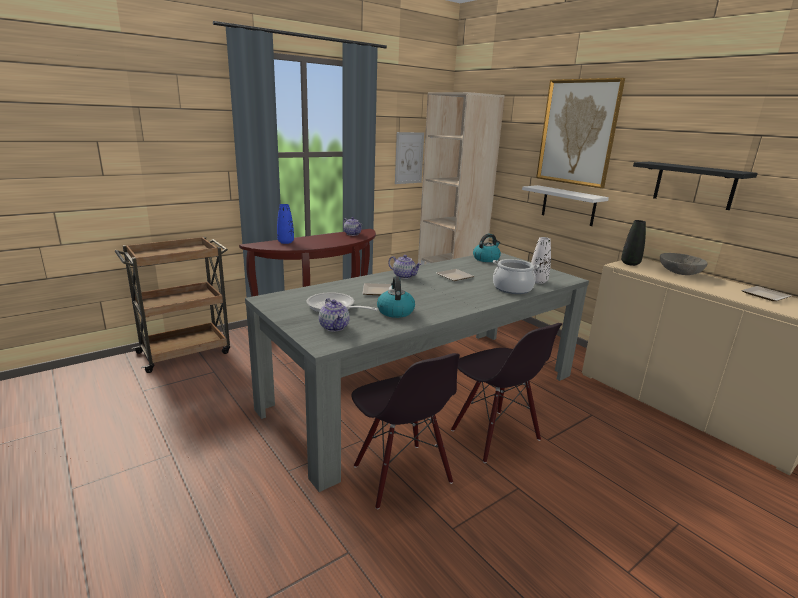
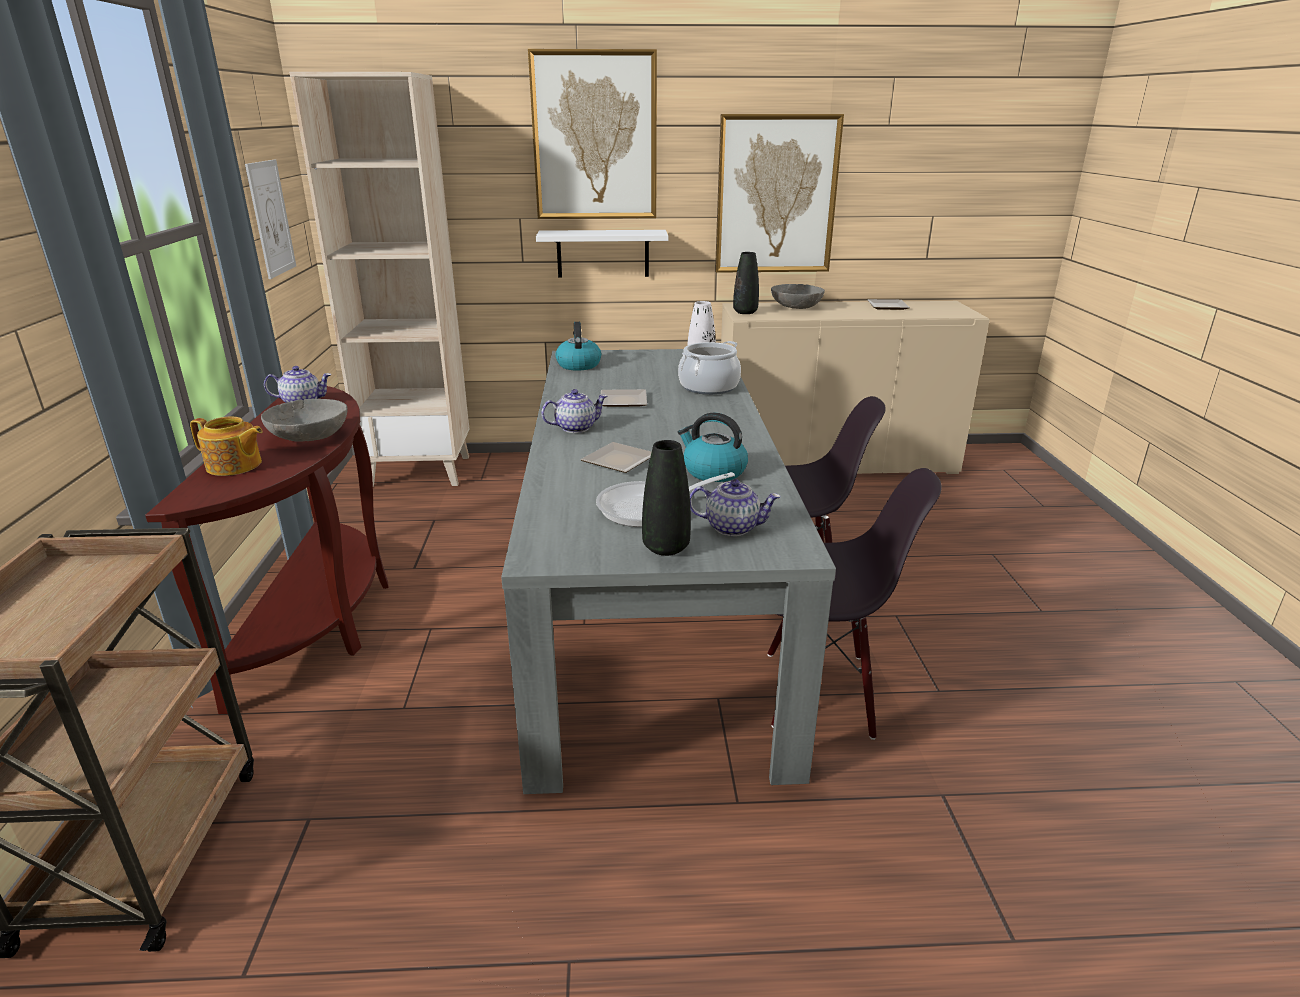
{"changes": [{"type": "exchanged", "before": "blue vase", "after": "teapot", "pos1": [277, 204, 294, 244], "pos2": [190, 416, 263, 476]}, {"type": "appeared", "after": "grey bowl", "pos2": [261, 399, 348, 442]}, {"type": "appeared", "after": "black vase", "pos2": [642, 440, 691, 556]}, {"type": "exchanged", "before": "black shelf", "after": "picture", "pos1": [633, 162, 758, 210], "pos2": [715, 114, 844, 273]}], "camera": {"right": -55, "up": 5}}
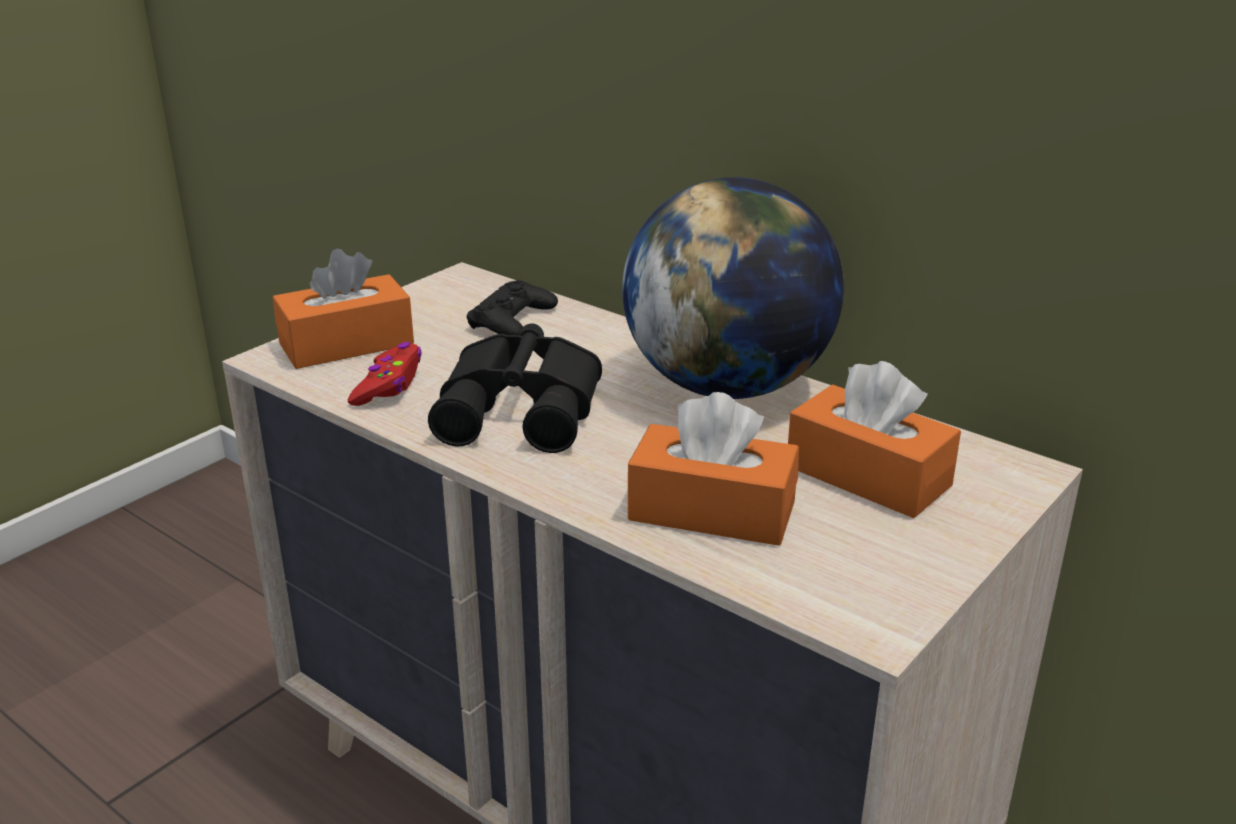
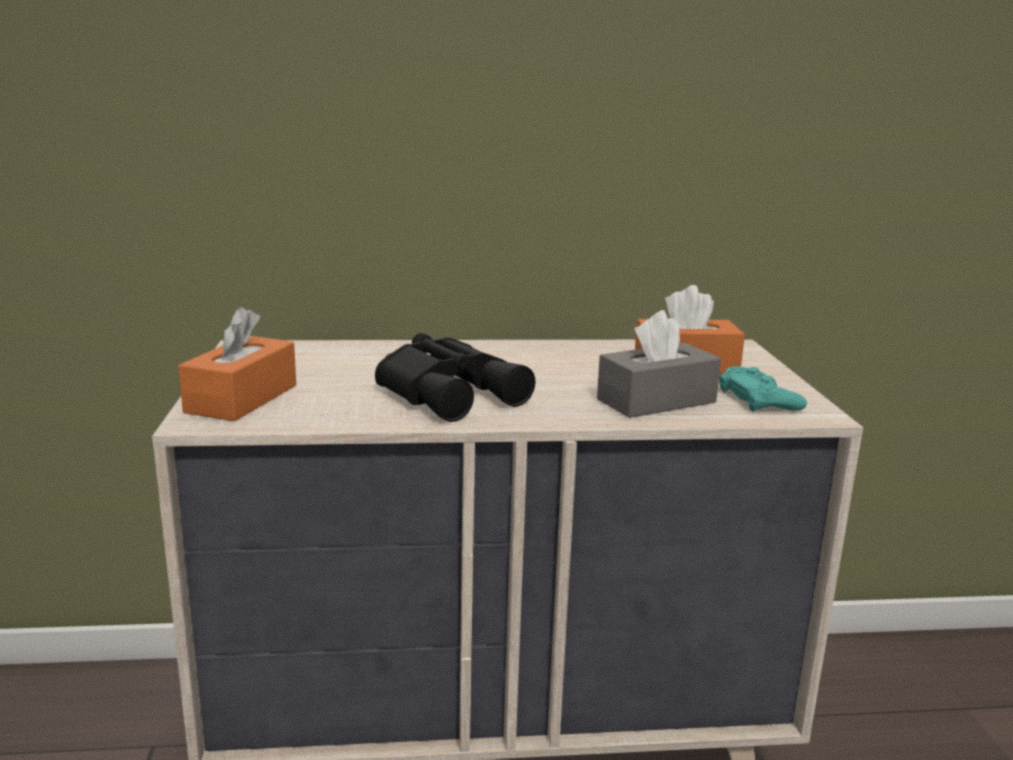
{"changes": [{"type": "colour", "before": "orange tissue box", "after": "grey tissue box", "pos1": [628, 392, 799, 546], "pos2": [597, 310, 721, 418]}, {"type": "appeared", "after": "turquoise game controller", "pos2": [719, 366, 807, 412]}, {"type": "missing", "before": "red game controller", "pos1": [348, 342, 422, 406]}, {"type": "missing", "before": "black game controller", "pos1": [467, 280, 558, 335]}, {"type": "missing", "before": "globe", "pos1": [622, 177, 844, 399]}], "camera": {"right": -45, "up": -10}}
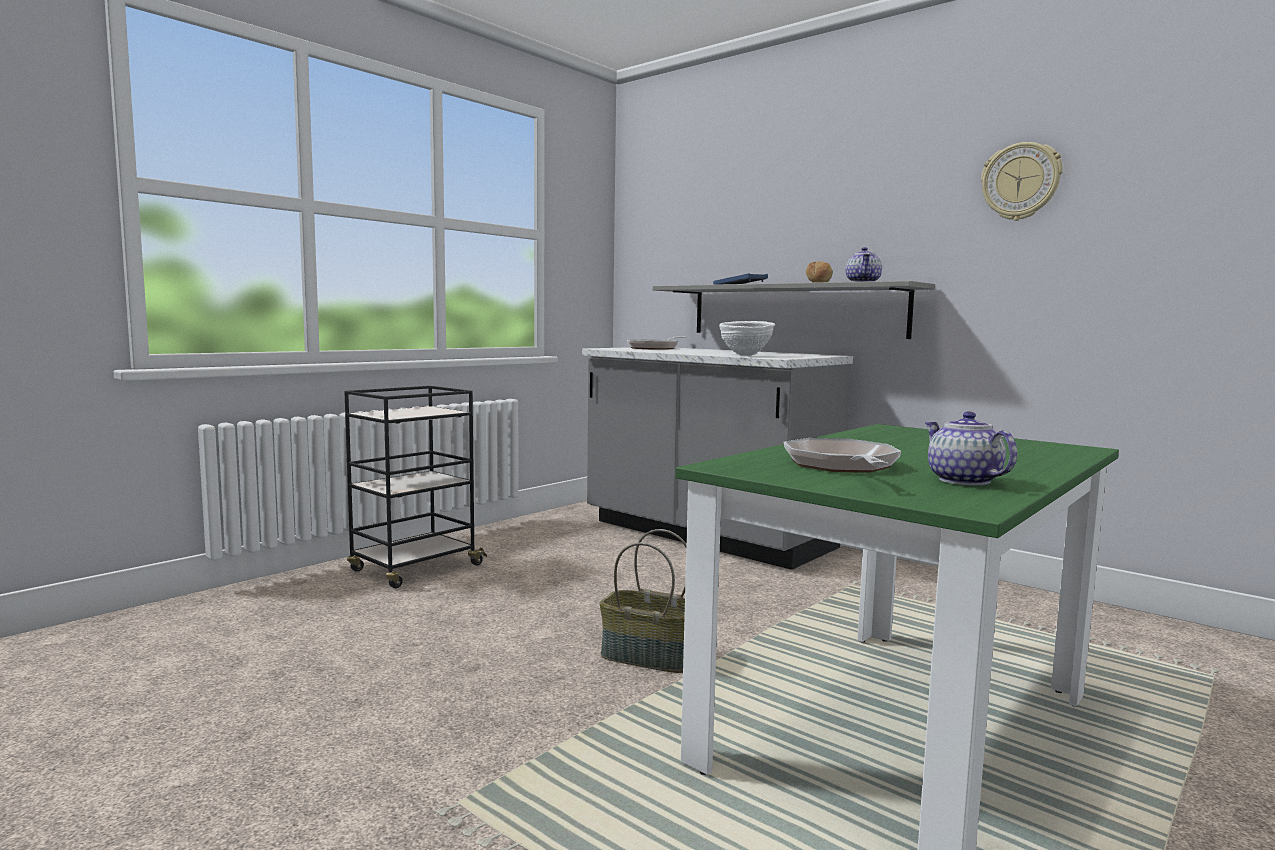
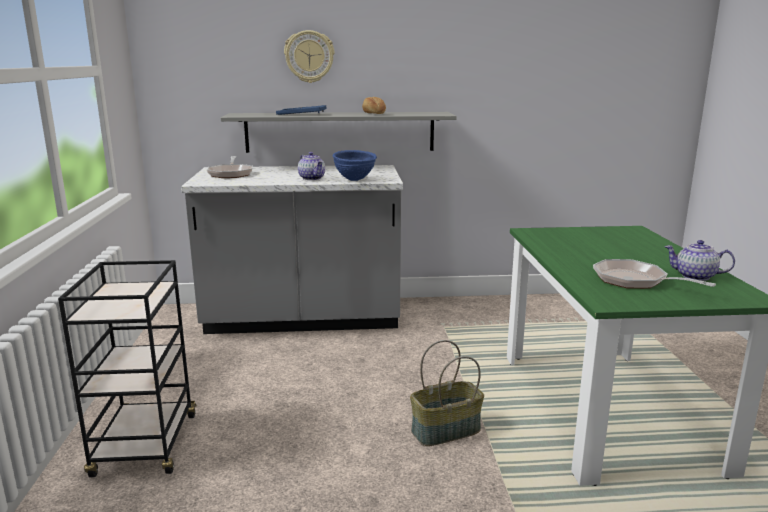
{"changes": [{"type": "relocated", "before": "wall clock", "pos1": [981, 142, 1063, 221], "pos2": [284, 30, 334, 83]}, {"type": "relocated", "before": "teapot", "pos1": [846, 247, 882, 282], "pos2": [298, 152, 325, 180]}, {"type": "colour", "before": "white bowl", "after": "blue bowl", "pos1": [719, 321, 775, 356], "pos2": [333, 150, 377, 181]}], "camera": {"right": -45, "up": 10}}
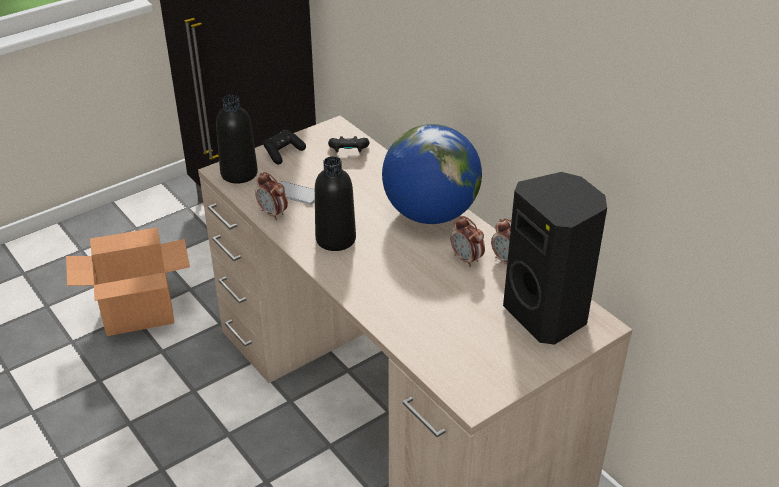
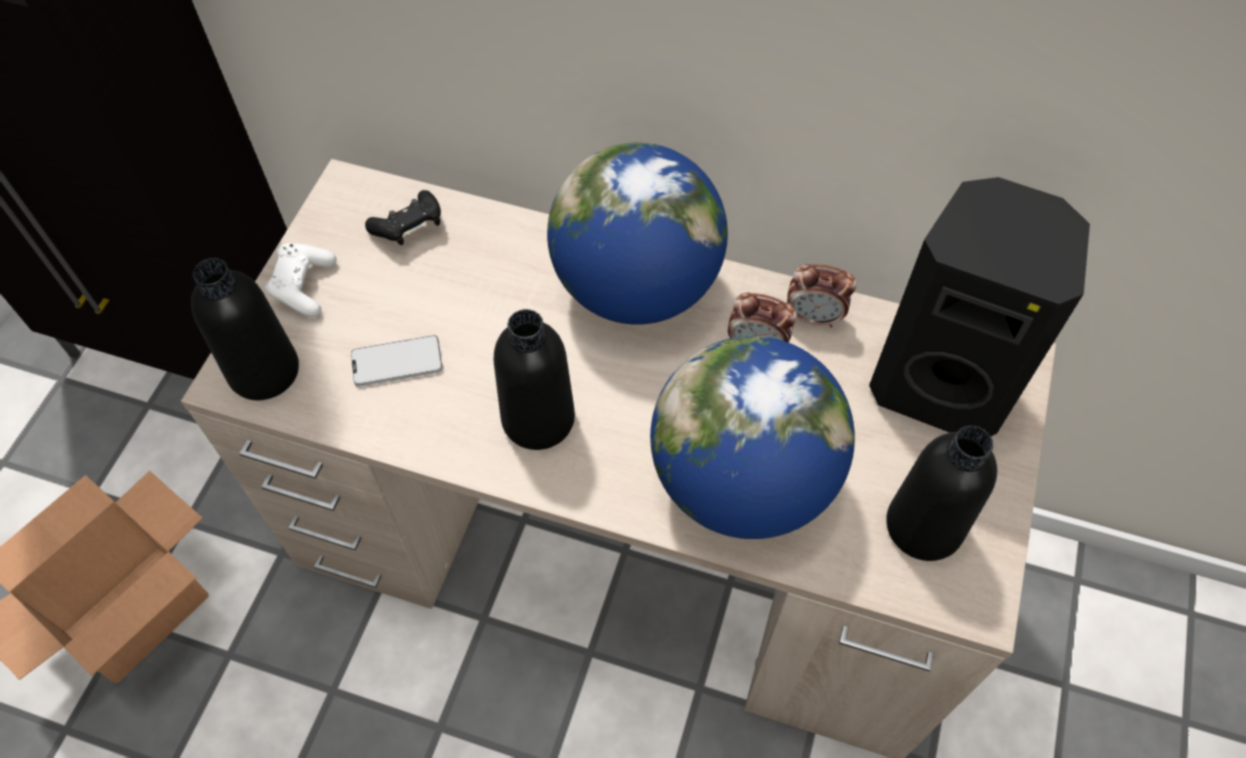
{"changes": [{"type": "colour", "before": "black game controller", "after": "white game controller", "pos1": [263, 129, 306, 165], "pos2": [265, 243, 337, 317]}, {"type": "appeared", "after": "globe", "pos2": [650, 336, 855, 539]}, {"type": "appeared", "after": "black bottle", "pos2": [886, 425, 997, 561]}, {"type": "missing", "before": "alarm clock", "pos1": [255, 172, 288, 220]}], "camera": {"right": -35, "up": 20}}
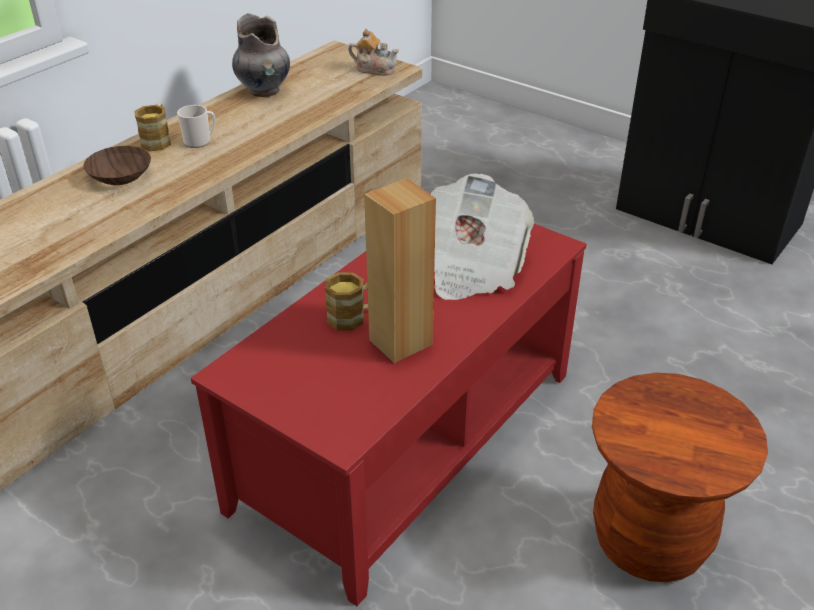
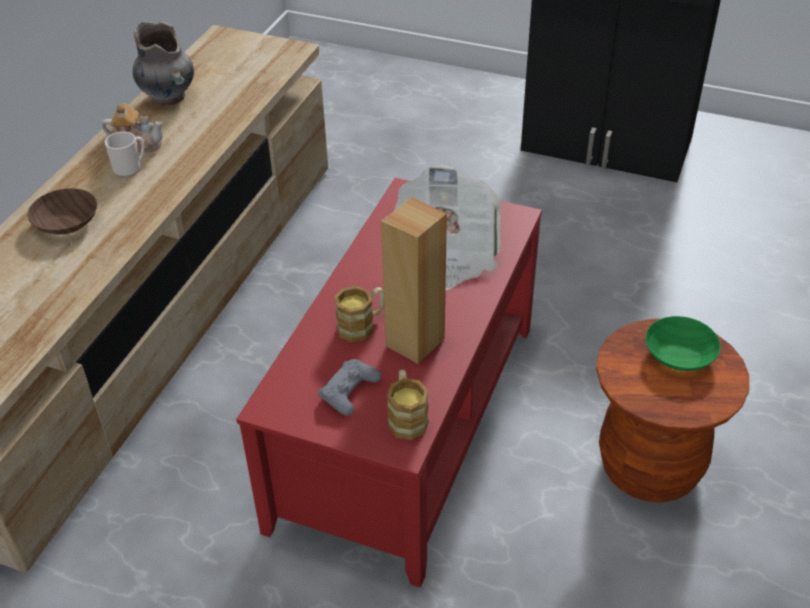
{"changes": [{"type": "relocated", "before": "teapot", "pos1": [348, 29, 399, 76], "pos2": [102, 103, 163, 152]}, {"type": "appeared", "after": "grey game controller", "pos2": [318, 359, 381, 415]}, {"type": "relocated", "before": "mug", "pos1": [135, 103, 171, 151], "pos2": [387, 370, 429, 440]}, {"type": "appeared", "after": "green bowl", "pos2": [646, 316, 721, 371]}], "camera": {"right": -15, "up": 5}}
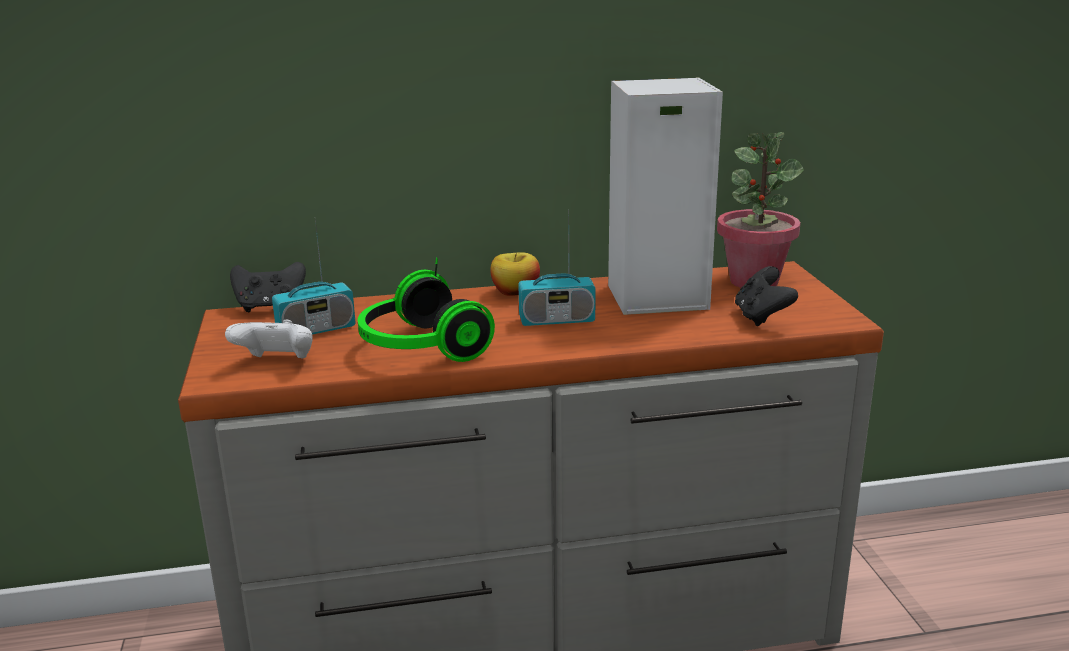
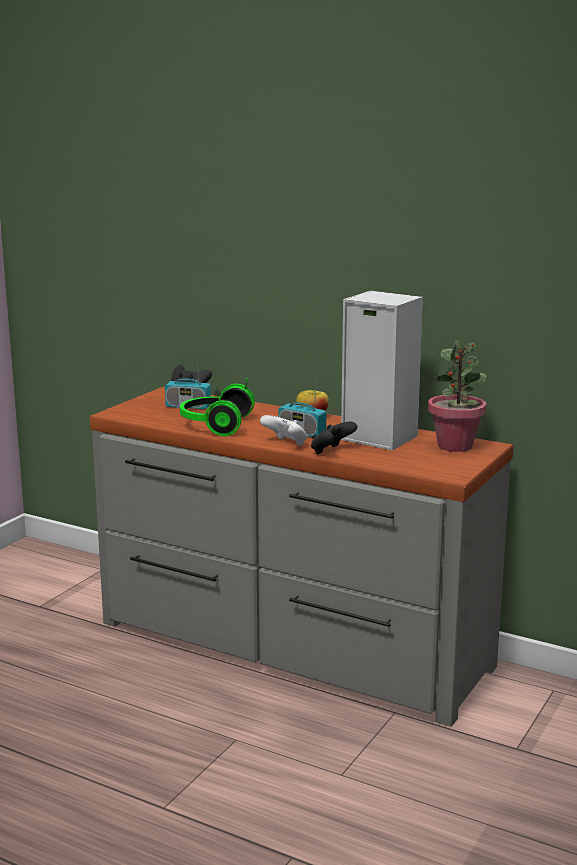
{"changes": [{"type": "relocated", "before": "white game controller", "pos1": [225, 320, 313, 359], "pos2": [260, 415, 307, 446]}, {"type": "relocated", "before": "black game controller", "pos1": [735, 266, 798, 326], "pos2": [311, 422, 357, 454]}], "camera": {"right": 40, "up": -5}}
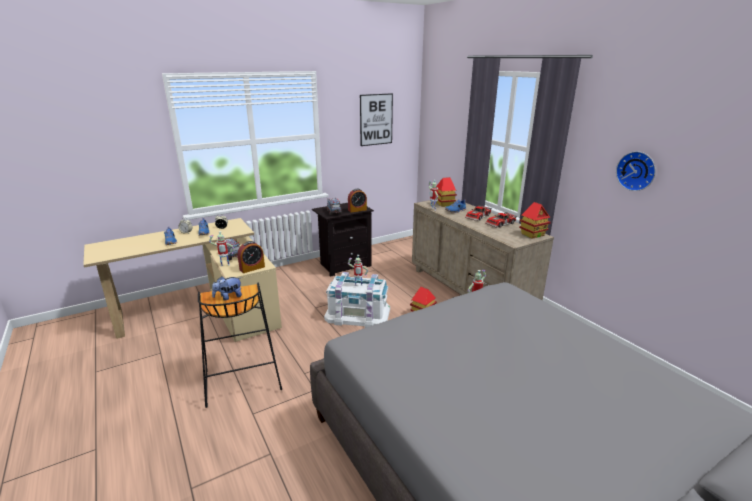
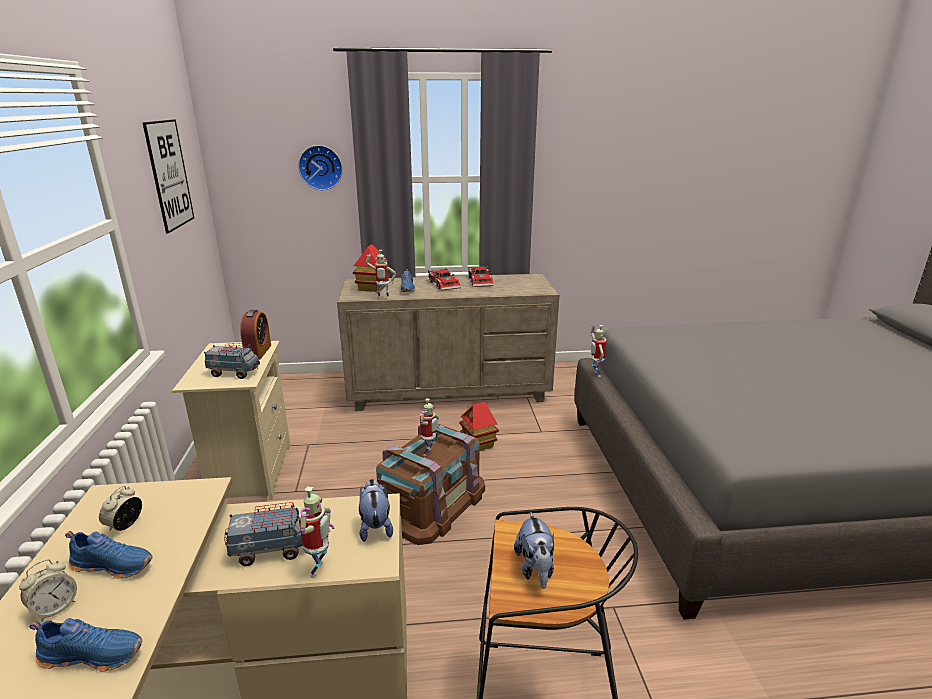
{"changes": [{"type": "colour", "before": "black nightstand", "after": "beige nightstand", "pos1": [312, 203, 374, 277], "pos2": [172, 341, 290, 500]}, {"type": "relocated", "before": "wall clock", "pos1": [616, 151, 656, 191], "pos2": [298, 145, 343, 190]}, {"type": "exchanged", "before": "alarm clock", "after": "plush toy", "pos1": [237, 241, 265, 273], "pos2": [359, 479, 393, 542]}, {"type": "colour", "before": "white storage box", "after": "brown storage box", "pos1": [324, 272, 390, 328], "pos2": [376, 424, 485, 545]}, {"type": "missing", "before": "toy house", "pos1": [519, 202, 551, 239]}], "camera": {"right": -65, "up": 0}}
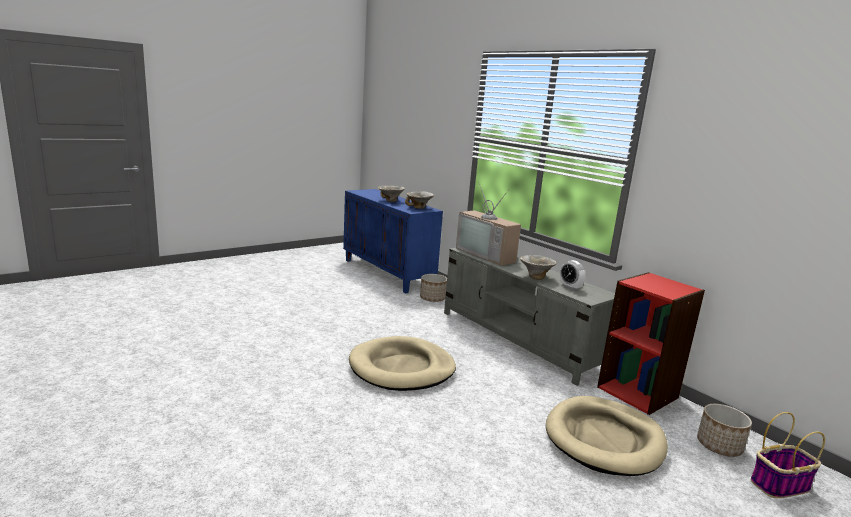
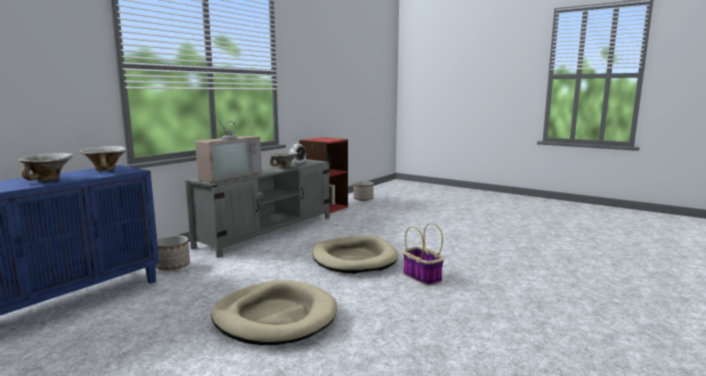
{"changes": [{"type": "relocated", "before": "beige dog bed", "pos1": [546, 396, 668, 476], "pos2": [211, 280, 337, 345]}, {"type": "relocated", "before": "basket", "pos1": [750, 412, 825, 498], "pos2": [403, 223, 444, 286]}], "camera": {"right": -105, "up": -5}}
